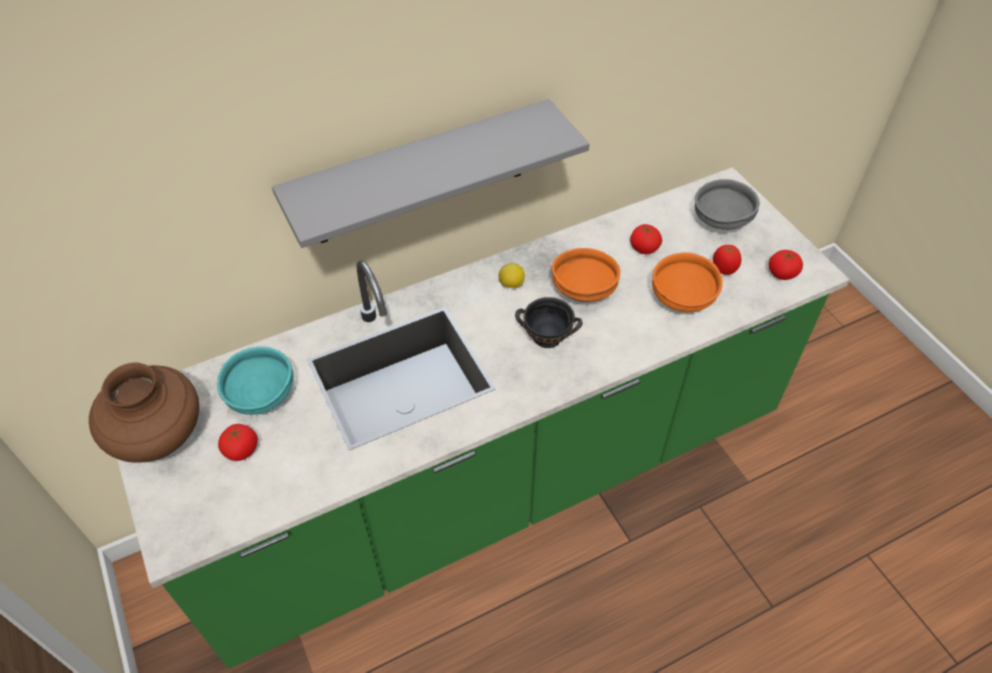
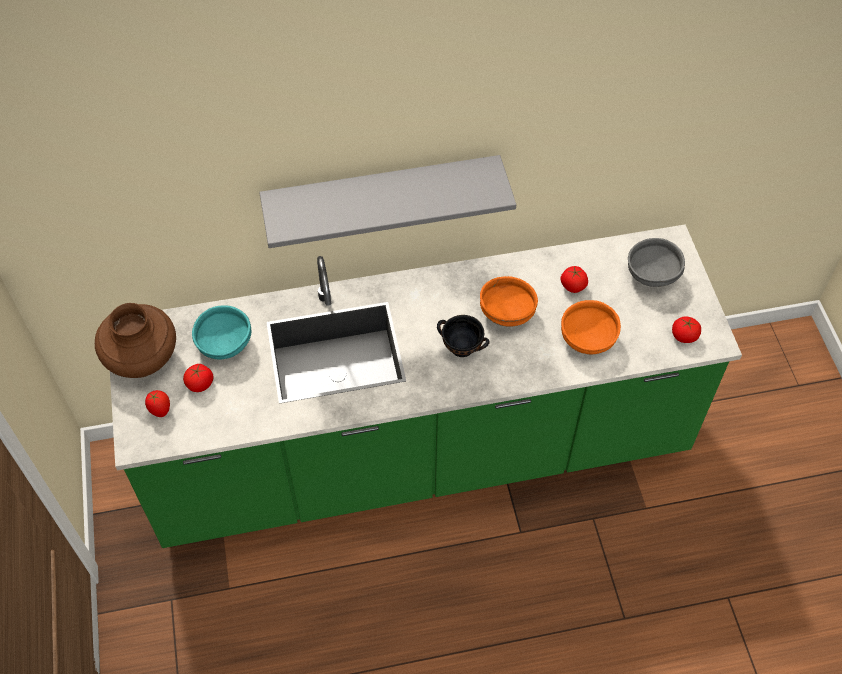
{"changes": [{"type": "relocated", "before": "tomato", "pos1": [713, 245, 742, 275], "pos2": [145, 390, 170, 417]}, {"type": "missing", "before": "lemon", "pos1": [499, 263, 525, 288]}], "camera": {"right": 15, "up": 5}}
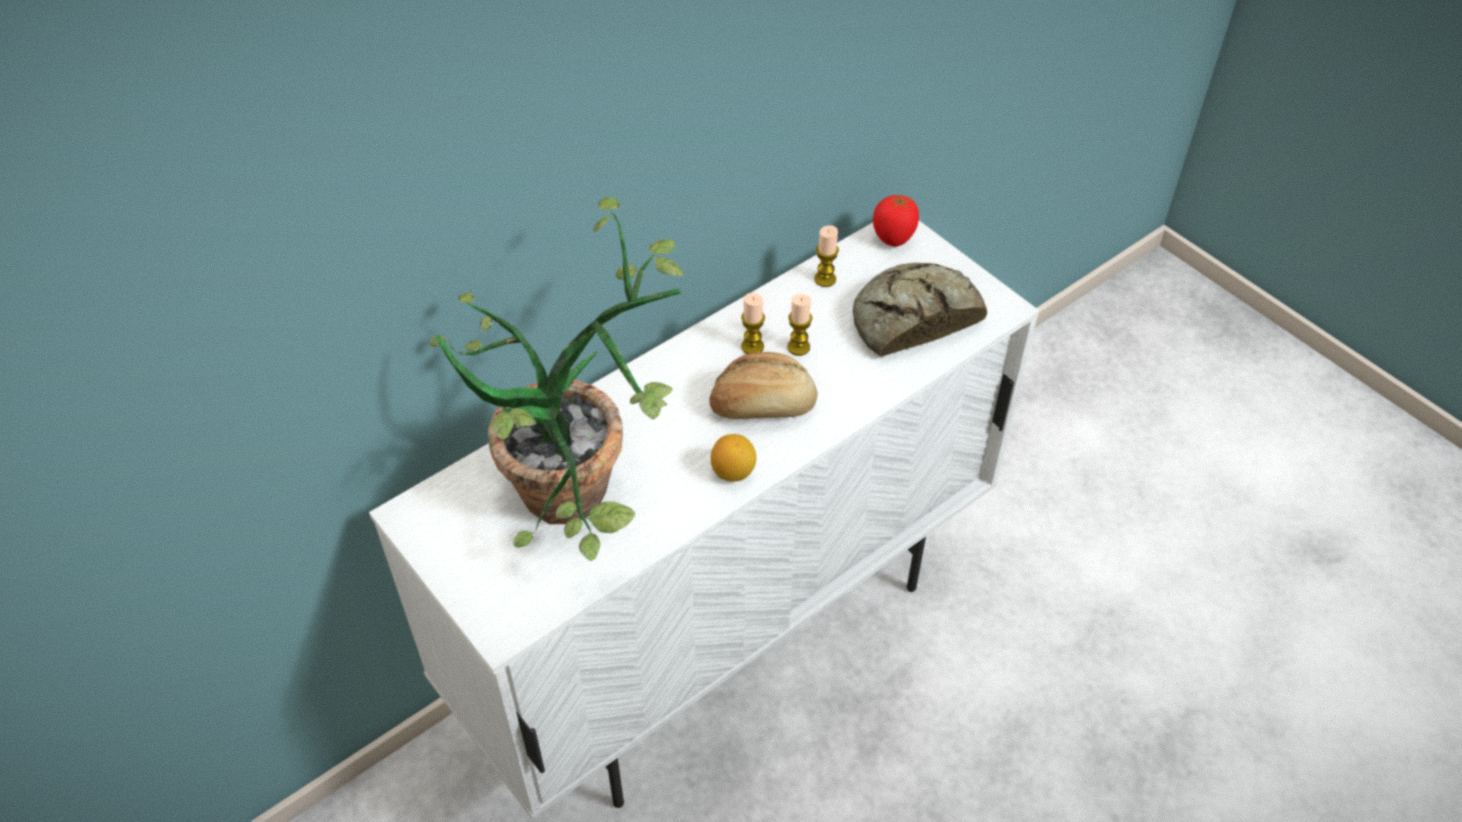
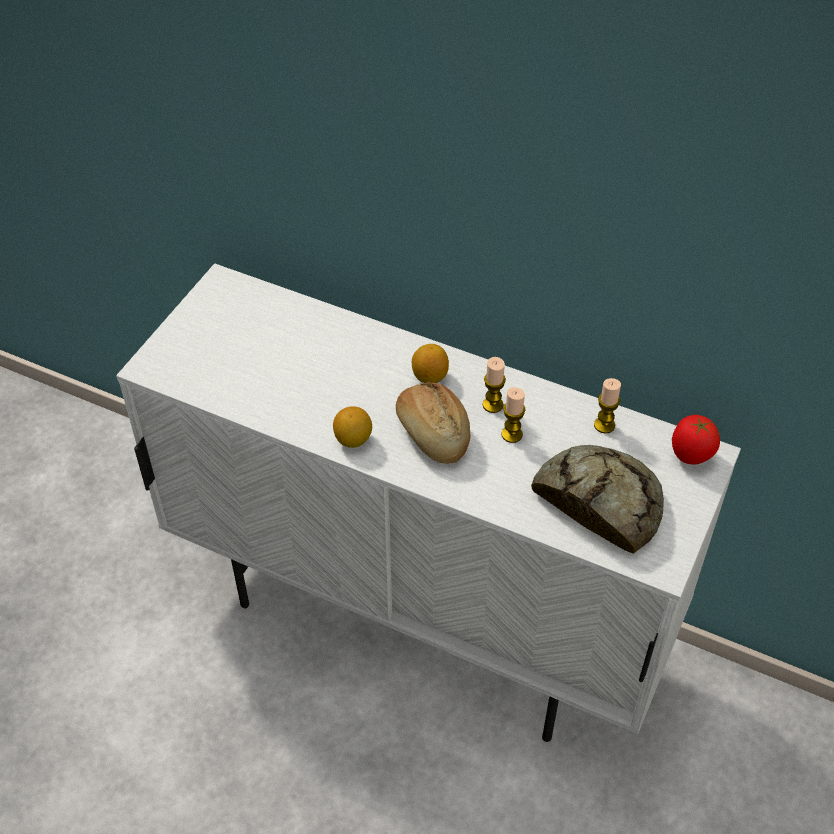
{"changes": [{"type": "appeared", "after": "lemon", "pos2": [412, 344, 449, 383]}, {"type": "missing", "before": "potted plant", "pos1": [429, 197, 684, 561]}], "camera": {"right": 65, "up": 0}}
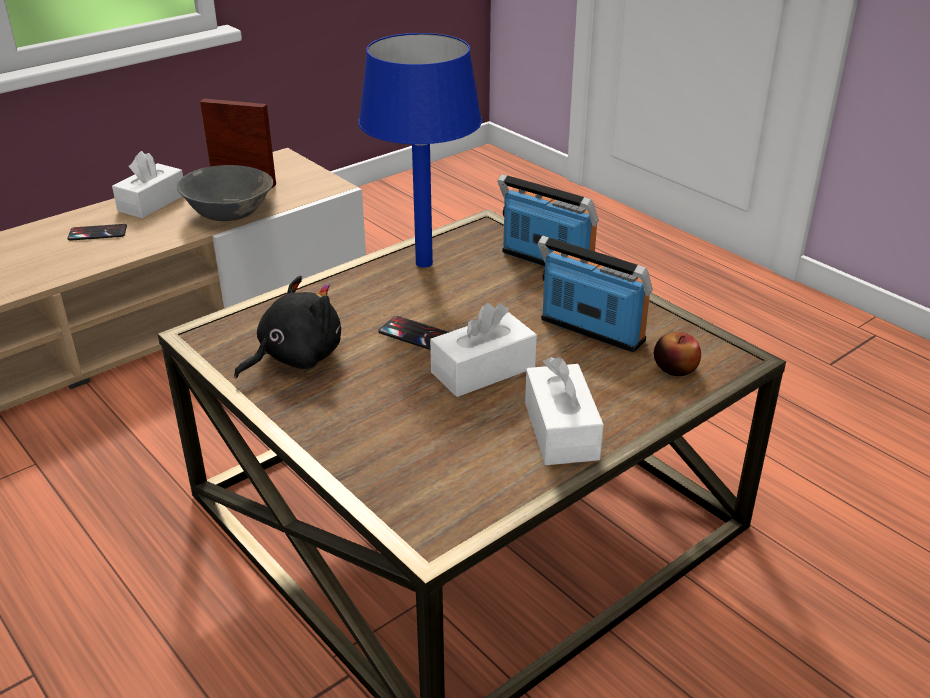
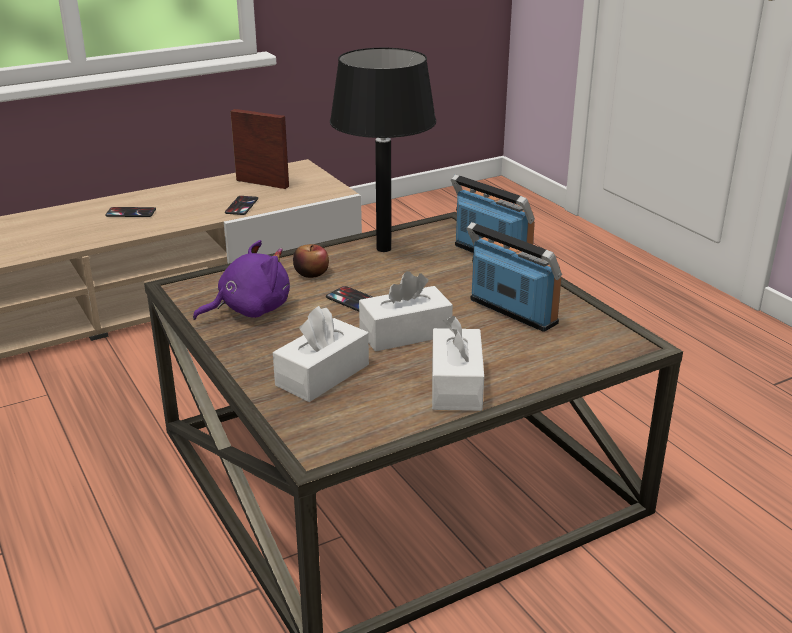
{"changes": [{"type": "colour", "before": "black plush toy", "after": "purple plush toy", "pos1": [234, 276, 341, 378], "pos2": [193, 240, 290, 320]}, {"type": "exchanged", "before": "grey bowl", "after": "phone", "pos1": [177, 165, 273, 221], "pos2": [225, 196, 258, 215]}, {"type": "relocated", "before": "white tissue box", "pos1": [112, 151, 183, 218], "pos2": [273, 306, 369, 402]}, {"type": "relocated", "before": "apple", "pos1": [654, 332, 701, 376], "pos2": [293, 244, 329, 278]}, {"type": "colour", "before": "blue table lamp", "after": "black table lamp", "pos1": [358, 33, 482, 268], "pos2": [330, 48, 436, 252]}], "camera": {"right": 10, "up": -5}}
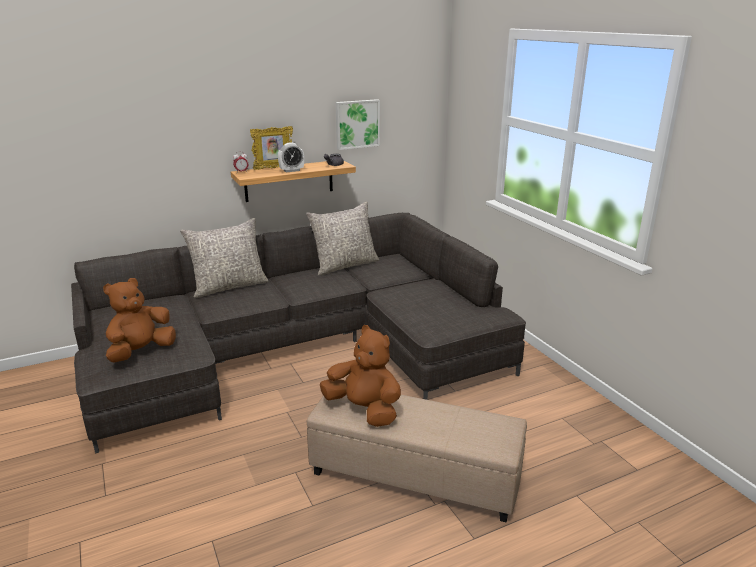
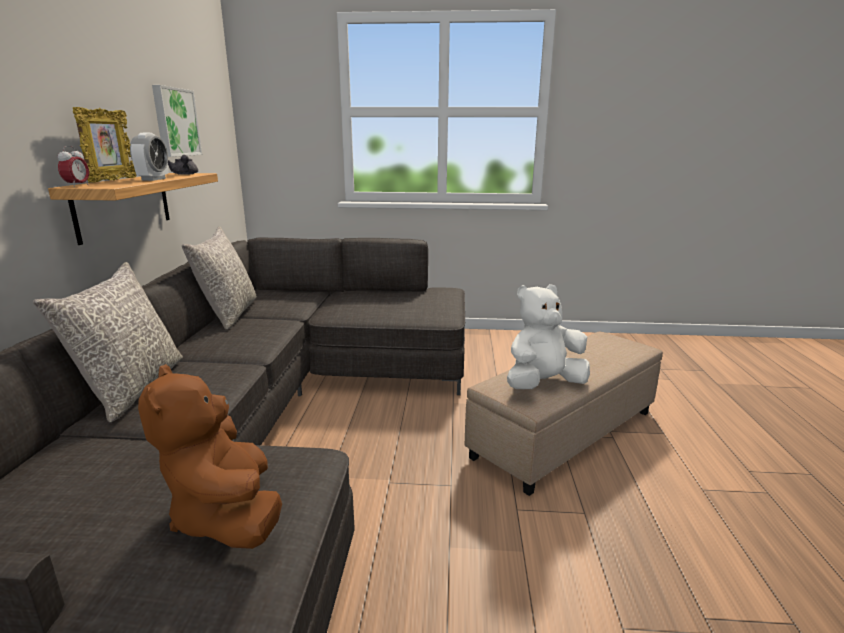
{"changes": [{"type": "colour", "before": "brown plush toy", "after": "white plush toy", "pos1": [320, 325, 401, 427], "pos2": [507, 284, 590, 389]}], "camera": {"right": -60, "up": -5}}
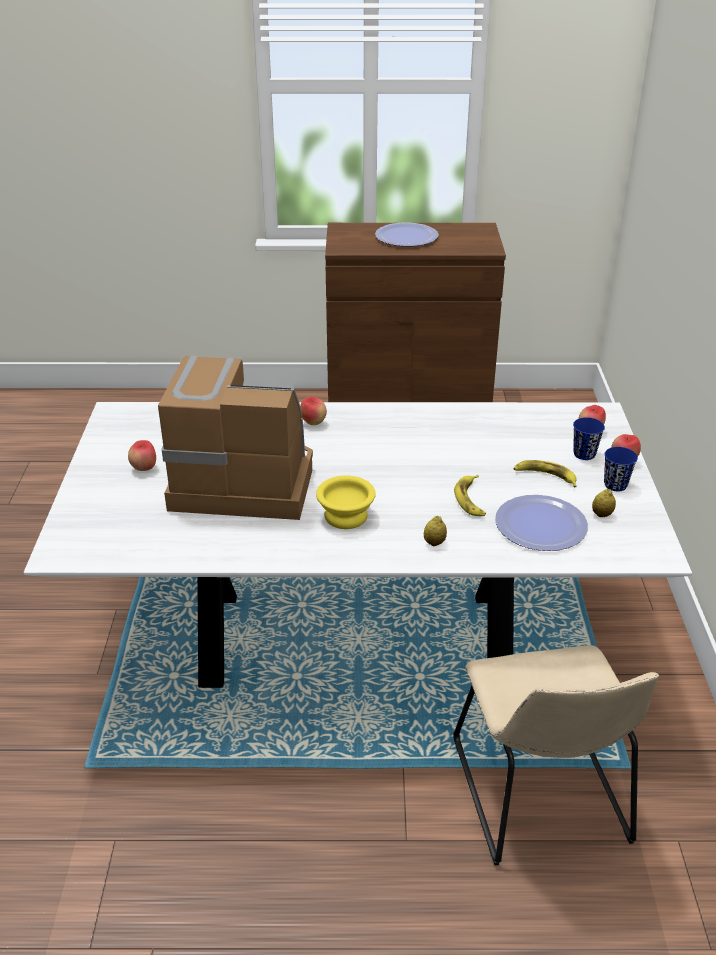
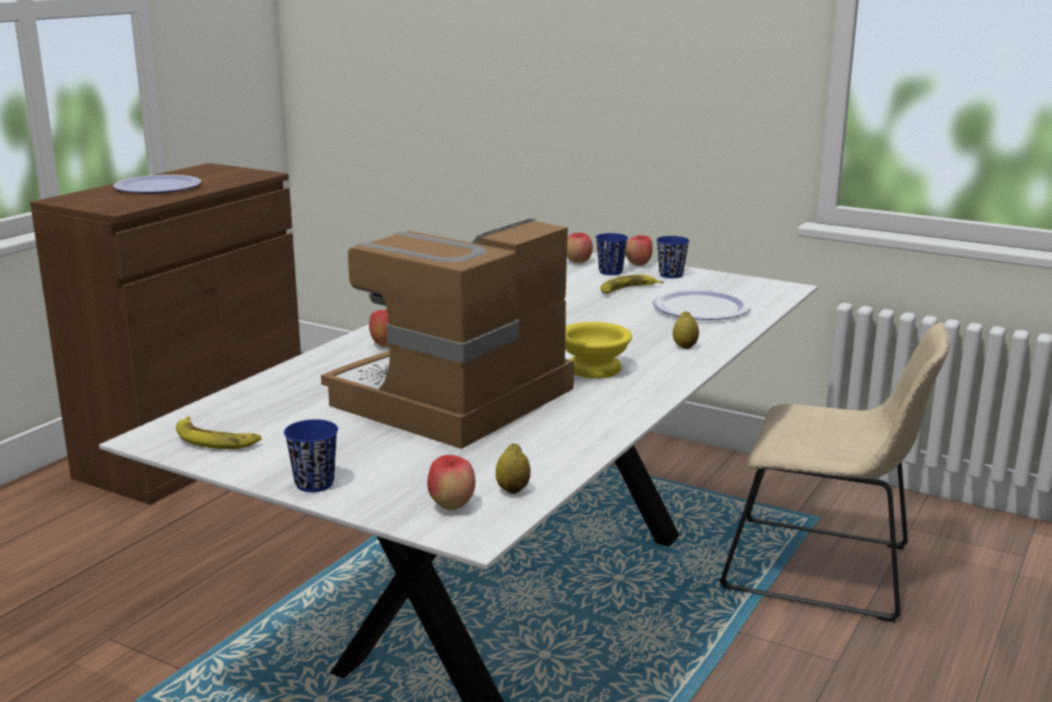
{"changes": [{"type": "relocated", "before": "banana", "pos1": [454, 475, 486, 516], "pos2": [176, 416, 262, 449]}, {"type": "appeared", "after": "blue cup", "pos2": [284, 419, 338, 492]}, {"type": "relocated", "before": "apple", "pos1": [128, 440, 156, 471], "pos2": [427, 455, 475, 510]}, {"type": "relocated", "before": "lemon", "pos1": [592, 489, 616, 517], "pos2": [496, 443, 531, 494]}], "camera": {"right": -60, "up": -15}}
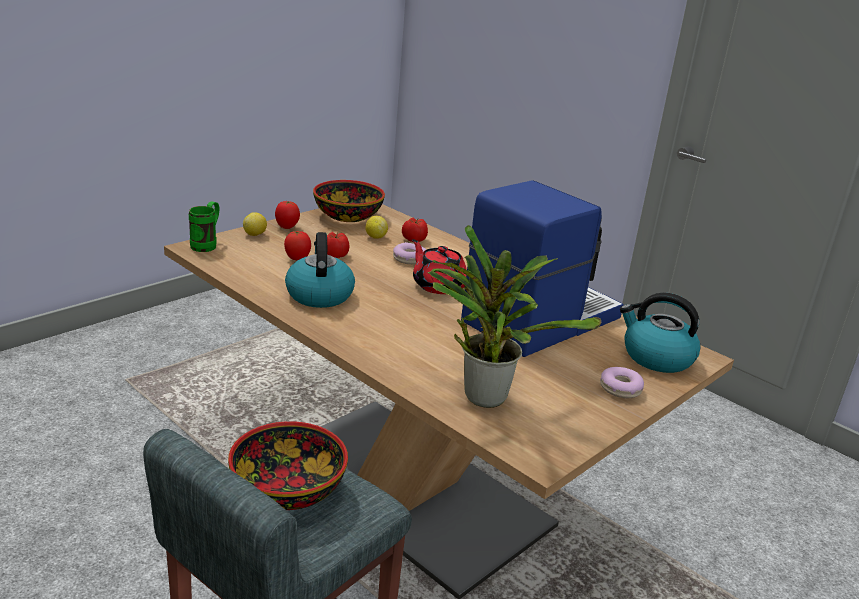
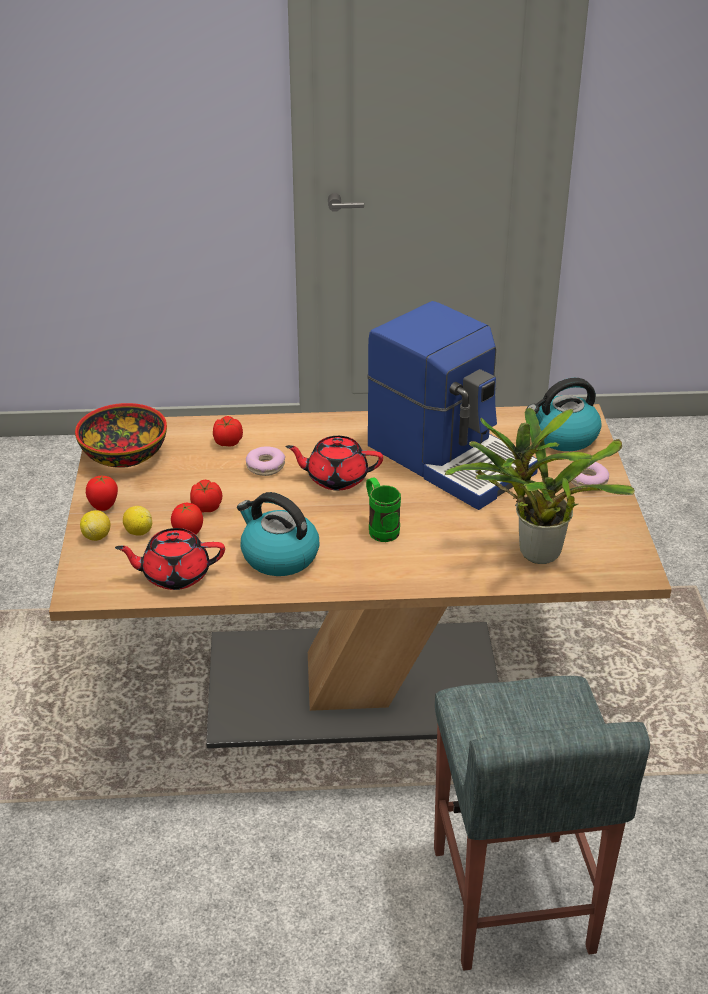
{"changes": [{"type": "appeared", "after": "red teapot", "pos2": [115, 528, 225, 590]}, {"type": "relocated", "before": "lemon", "pos1": [365, 216, 388, 239], "pos2": [123, 506, 152, 535]}, {"type": "relocated", "before": "green mug", "pos1": [189, 201, 219, 252], "pos2": [366, 477, 401, 542]}, {"type": "spun", "before": "coffee machine", "pos1": [461, 181, 623, 357], "pos2": [367, 301, 538, 510], "turn": 135}, {"type": "missing", "before": "bowl", "pos1": [228, 421, 348, 510]}], "camera": {"right": -45, "up": 10}}
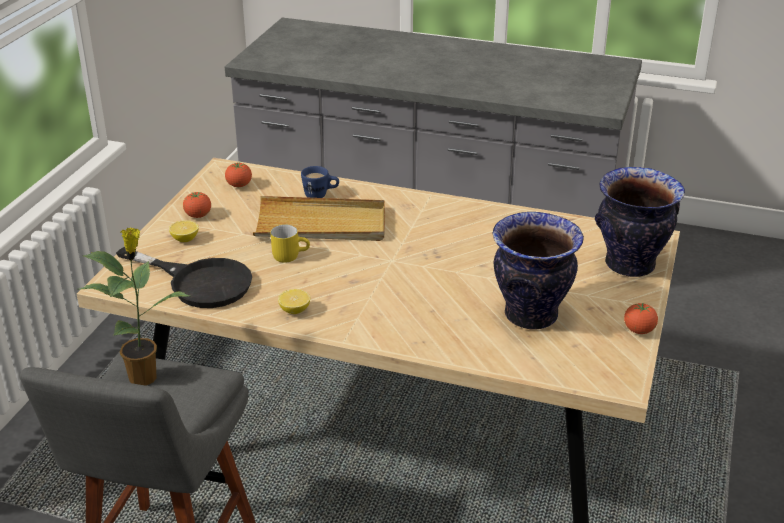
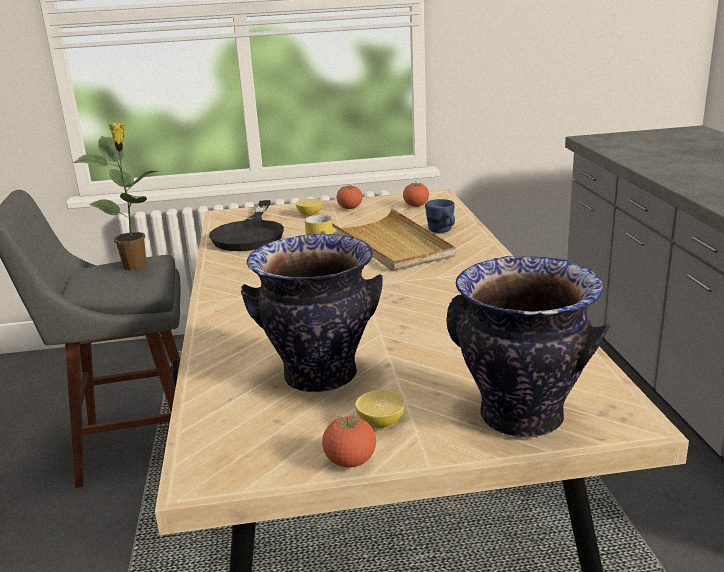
{"changes": [{"type": "relocated", "before": "lemon", "pos1": [278, 289, 310, 314], "pos2": [355, 390, 405, 428]}], "camera": {"right": 65, "up": -10}}
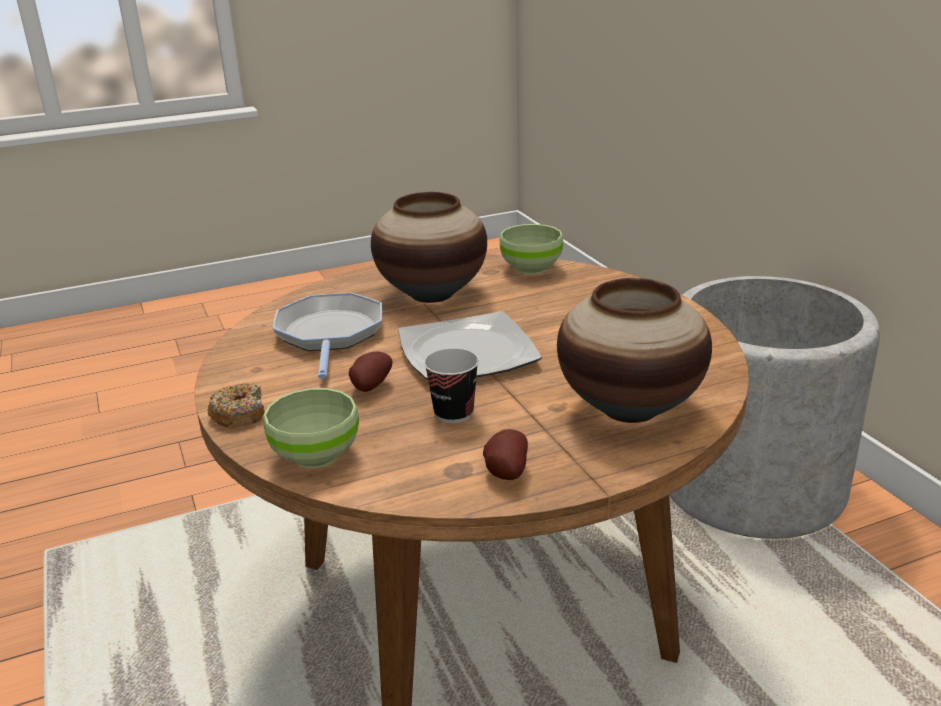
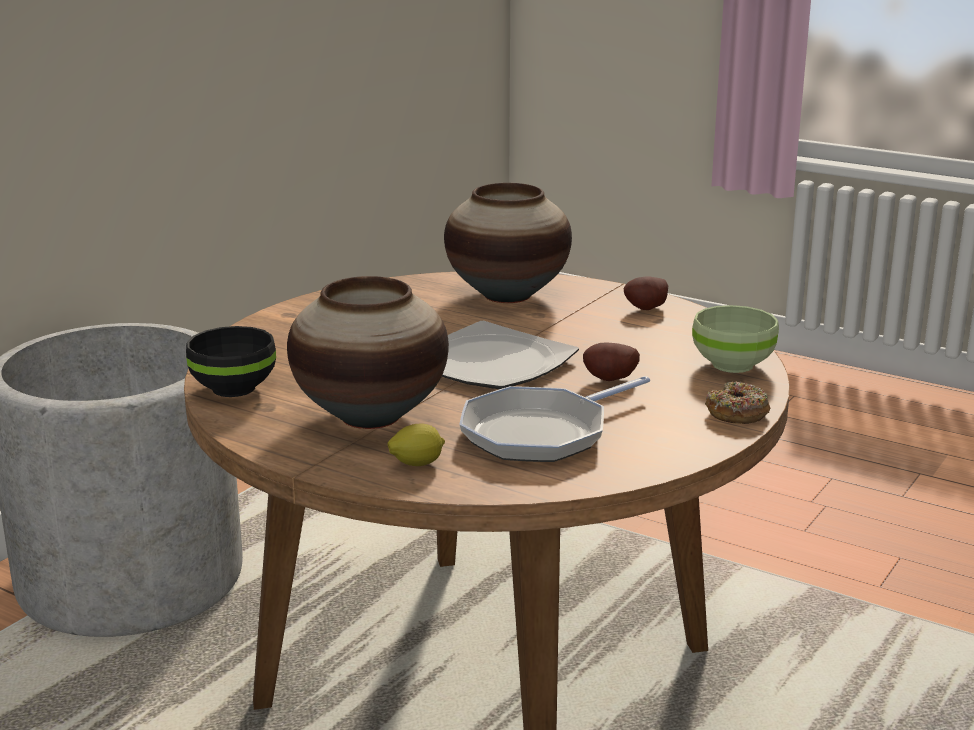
{"changes": [{"type": "colour", "before": "green bowl", "after": "black bowl", "pos1": [500, 224, 563, 275], "pos2": [186, 326, 276, 397]}, {"type": "appeared", "after": "lemon", "pos2": [388, 424, 445, 466]}, {"type": "missing", "before": "cup", "pos1": [424, 348, 479, 423]}], "camera": {"right": -125, "up": -5}}
